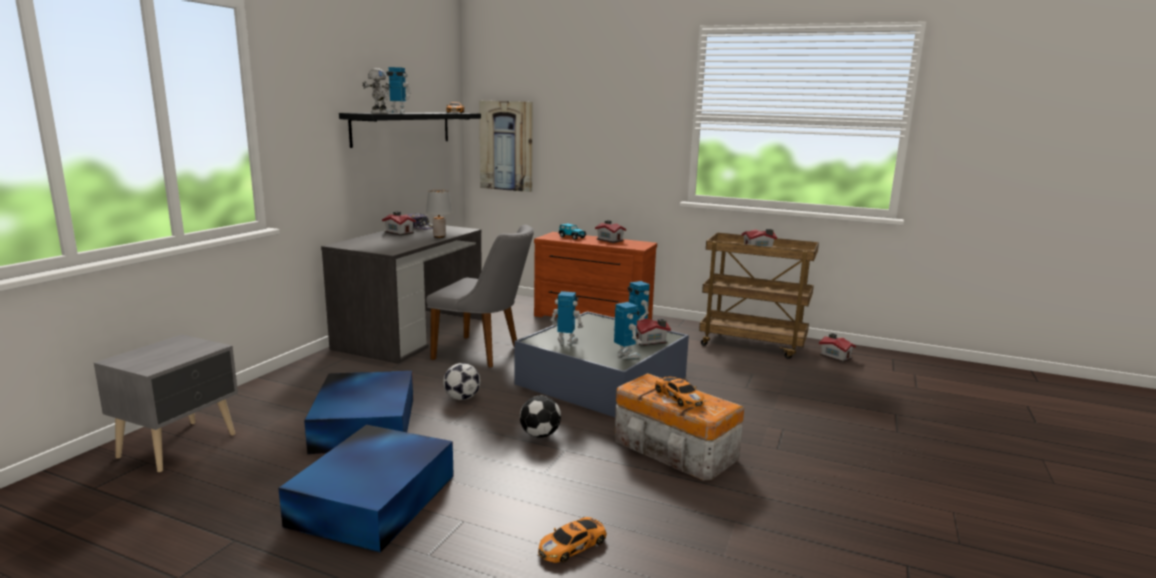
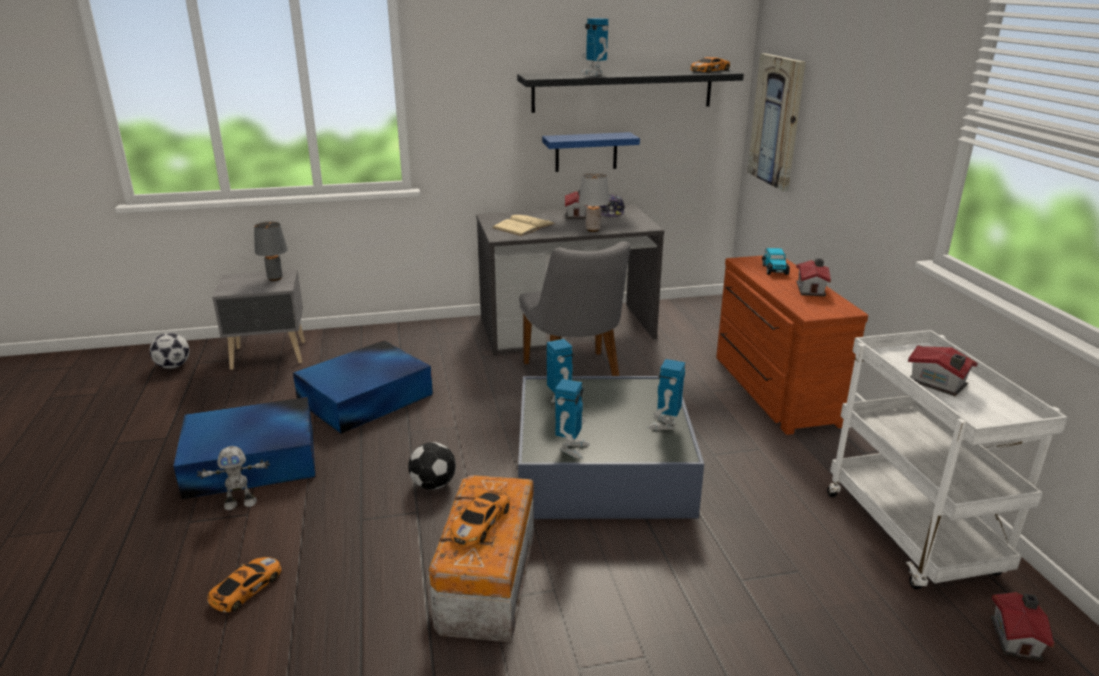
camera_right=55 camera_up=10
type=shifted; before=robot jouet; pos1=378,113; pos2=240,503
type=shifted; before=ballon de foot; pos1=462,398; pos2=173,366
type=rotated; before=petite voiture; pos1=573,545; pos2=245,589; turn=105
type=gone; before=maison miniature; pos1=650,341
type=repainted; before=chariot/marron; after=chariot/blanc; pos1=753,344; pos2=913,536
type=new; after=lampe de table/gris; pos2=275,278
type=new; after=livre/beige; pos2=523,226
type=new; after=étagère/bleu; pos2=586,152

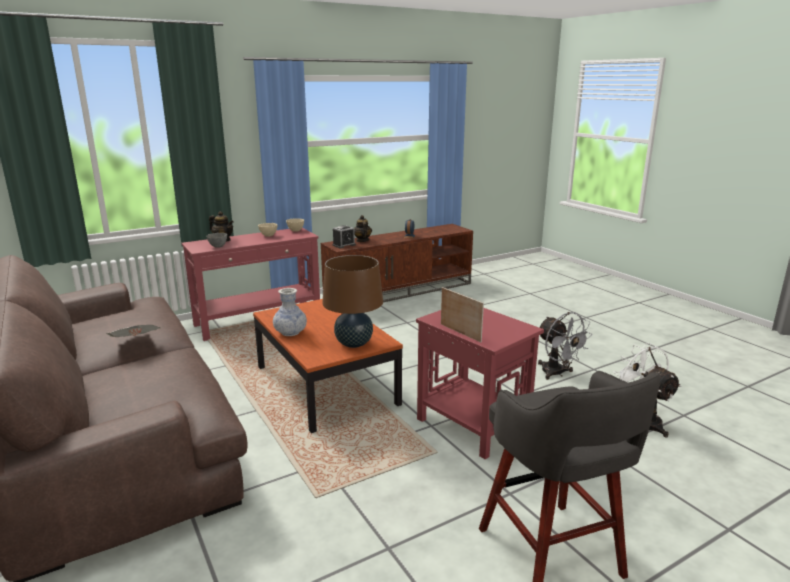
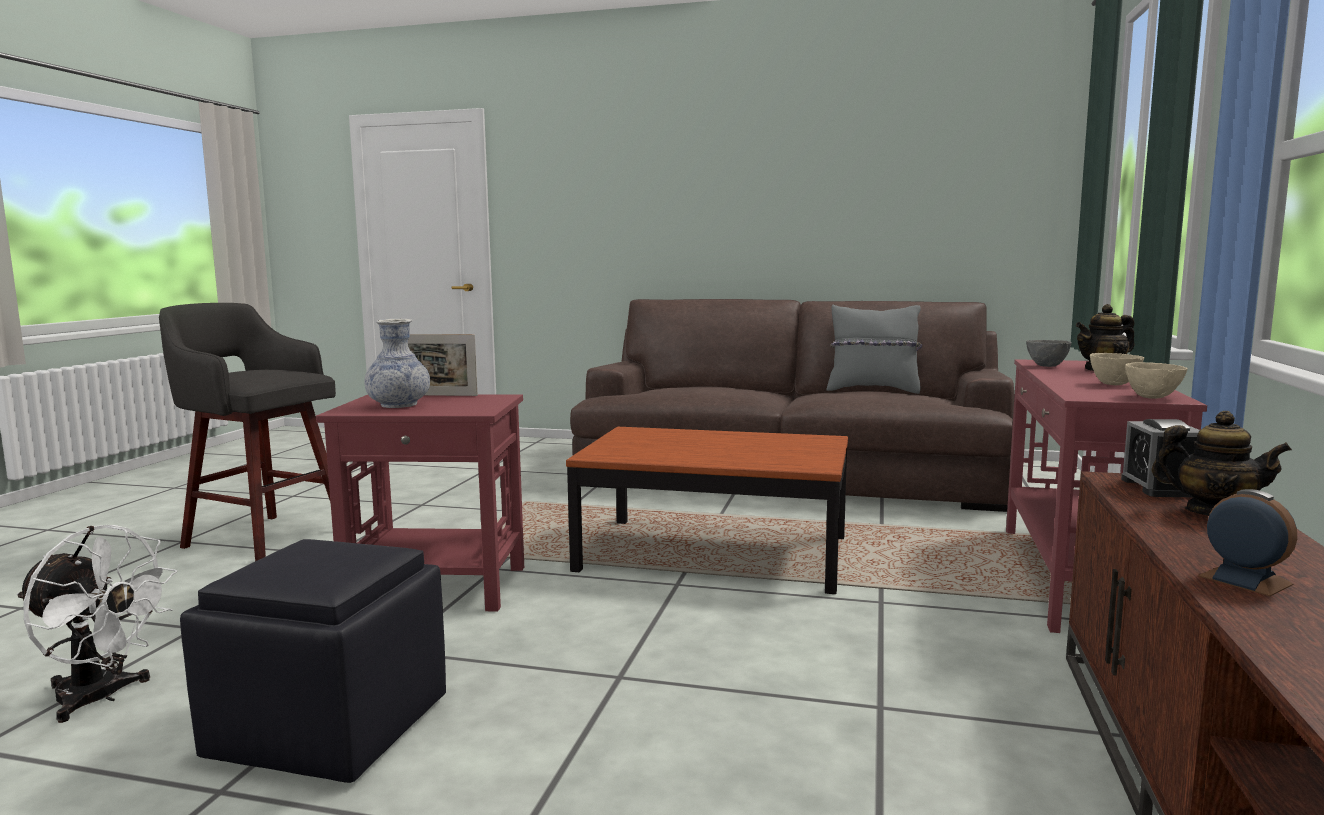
camera_right=135 camera_up=-10
type=gone; before=journal; pos1=136,343
type=shifted; before=vase; pos1=290,332; pos2=399,405
type=gone; before=lampe de table/marron; pos1=354,343
type=swapped; before=ventilateur/gris; after=pouf/noir; pos1=557,373; pos2=330,730
type=new; after=coussin/gris; pos2=873,390

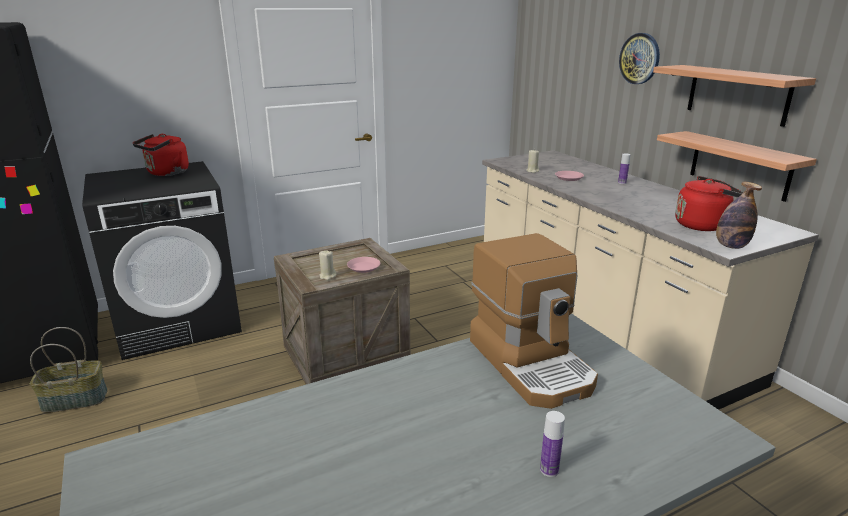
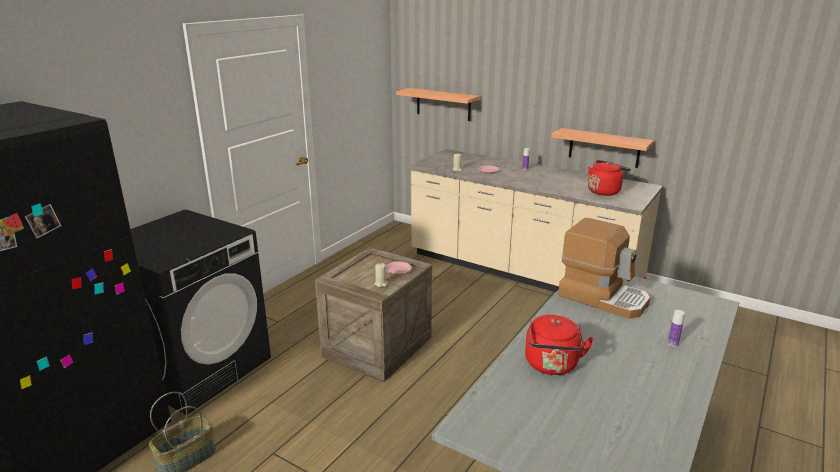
camera_right=-30 camera_up=0
type=shifted; before=bouilloire/rouge; pos1=166,173; pos2=552,366
type=gone; before=horloge murale; pos1=639,58
type=shifted; before=étagère; pos1=737,94; pos2=443,104
type=gone; before=bouteille; pos1=731,246

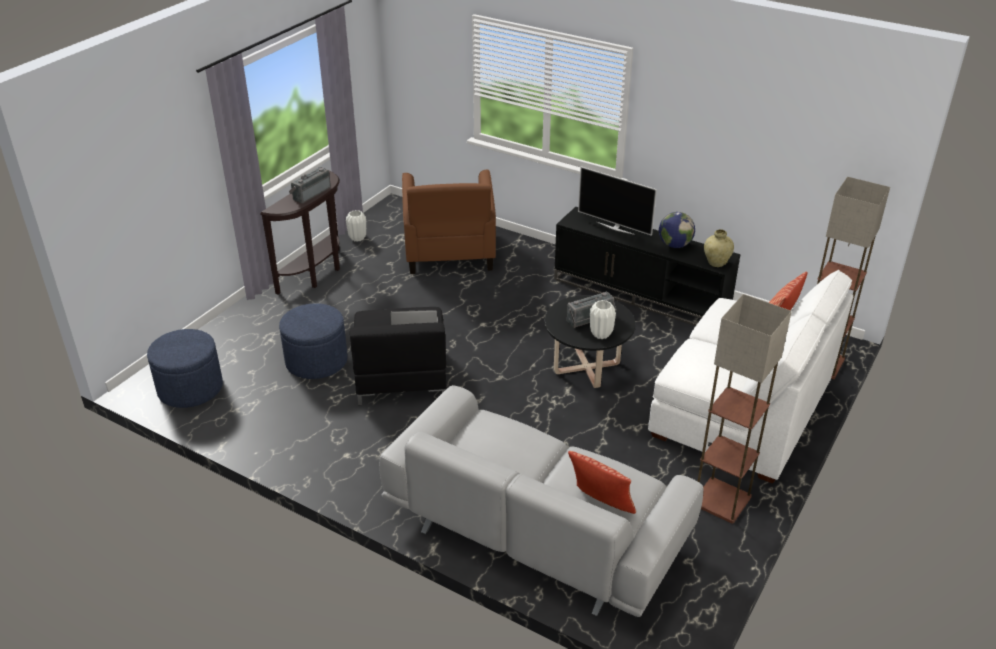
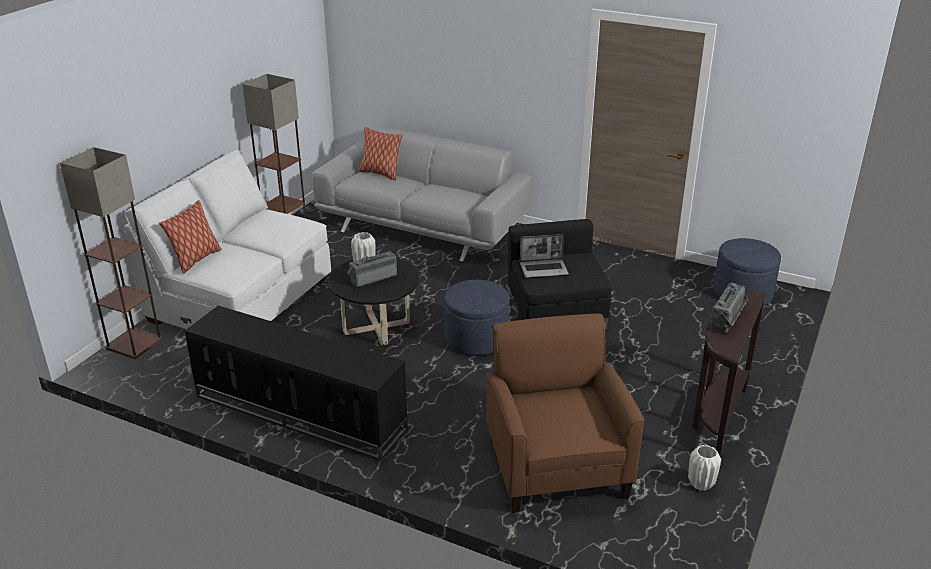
camera_right=175 camera_up=-5
type=shifted; before=pouf/bleu; pos1=316,361; pos2=476,338
type=gone; before=téléviseur; pos1=615,228
type=gone; before=globe; pos1=675,245
type=gone; before=vase/beige; pos1=716,263

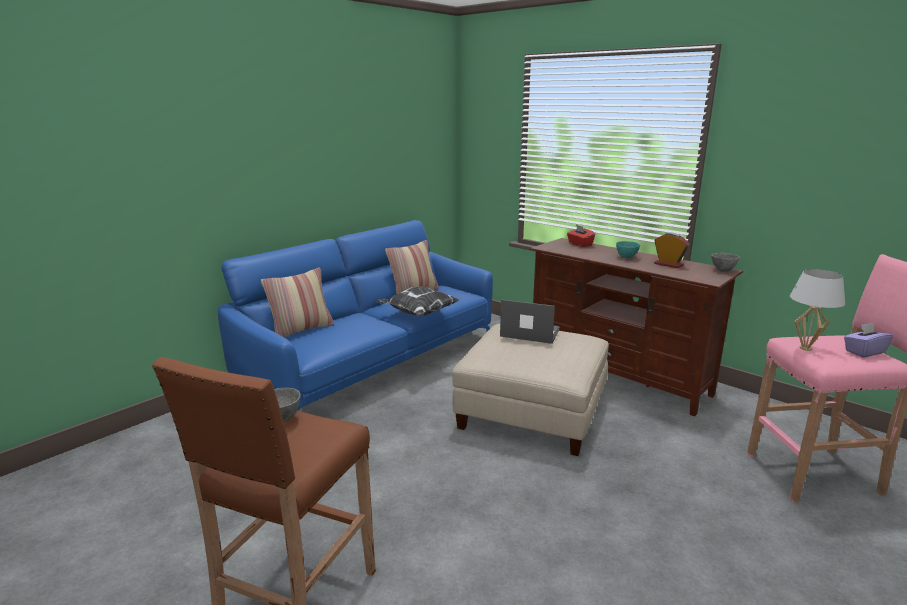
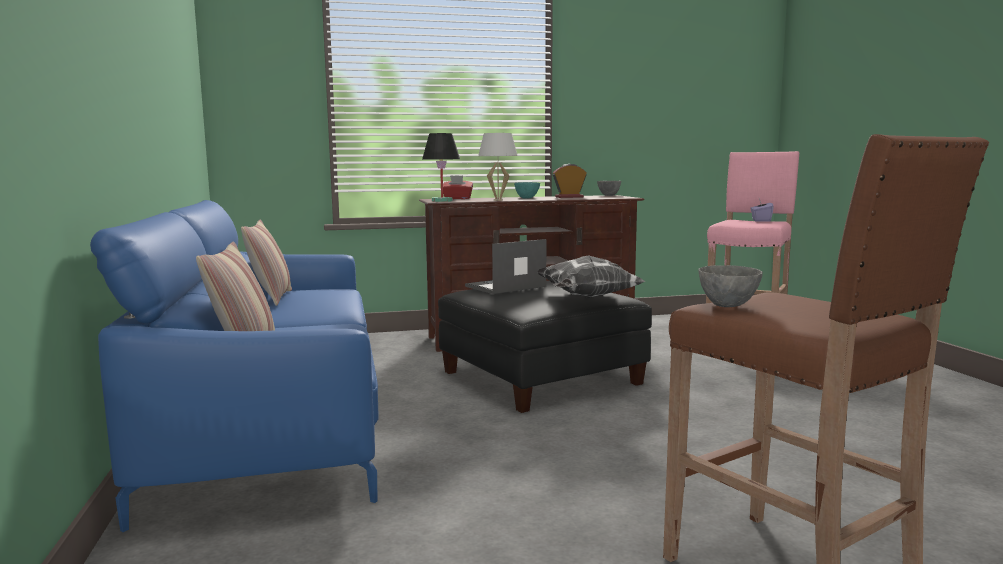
camera_right=-55 camera_up=-10
type=shifted; before=coussin; pos1=418,314; pos2=587,298
type=repainted; before=pouf/beige; after=pouf/noir; pos1=532,412; pos2=541,378
type=shifted; before=lampe de table/blanc; pos1=806,348; pos2=498,200
type=new; after=lampe de table/noir; pos2=441,201

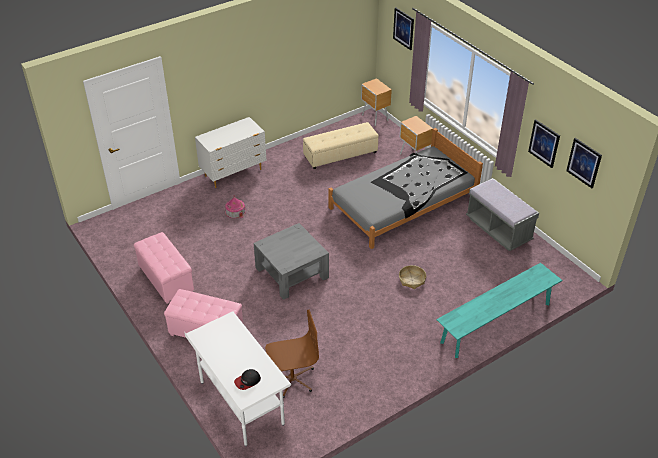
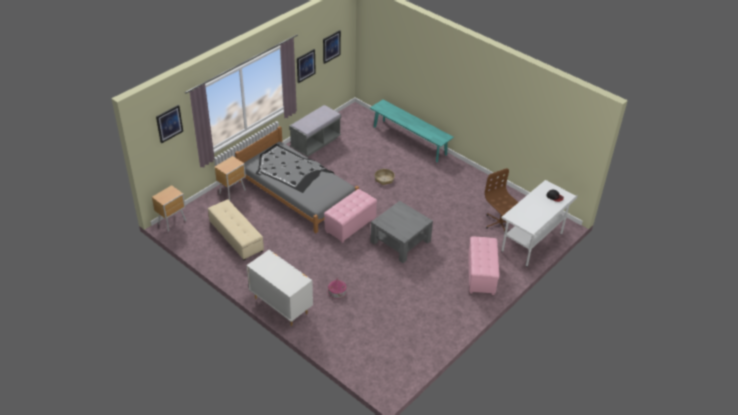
camera_right=-105 camera_up=0
type=shifted; before=pouf/rose; pos1=167,280; pos2=350,225

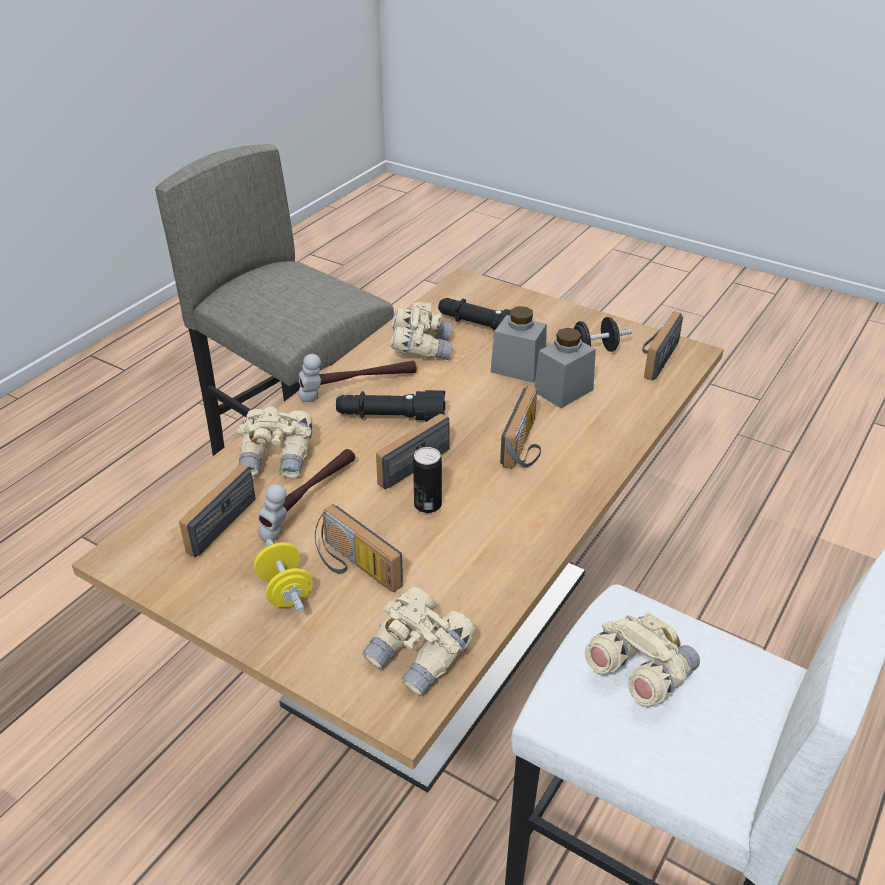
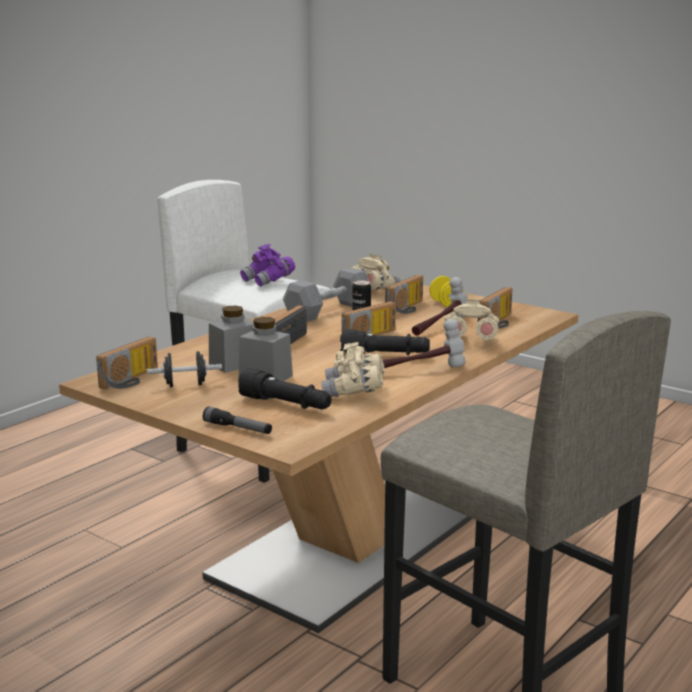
camera_right=-175 camera_up=-20
type=rotated; before=radio; pos1=353,567; pos2=408,308; turn=75
type=repainted; before=jumelles/beige; after=jumelles/violet; pos1=638,673; pos2=268,281
type=new; after=lampe de poche; pos2=238,428
type=new; after=haltère/gris; pos2=328,311

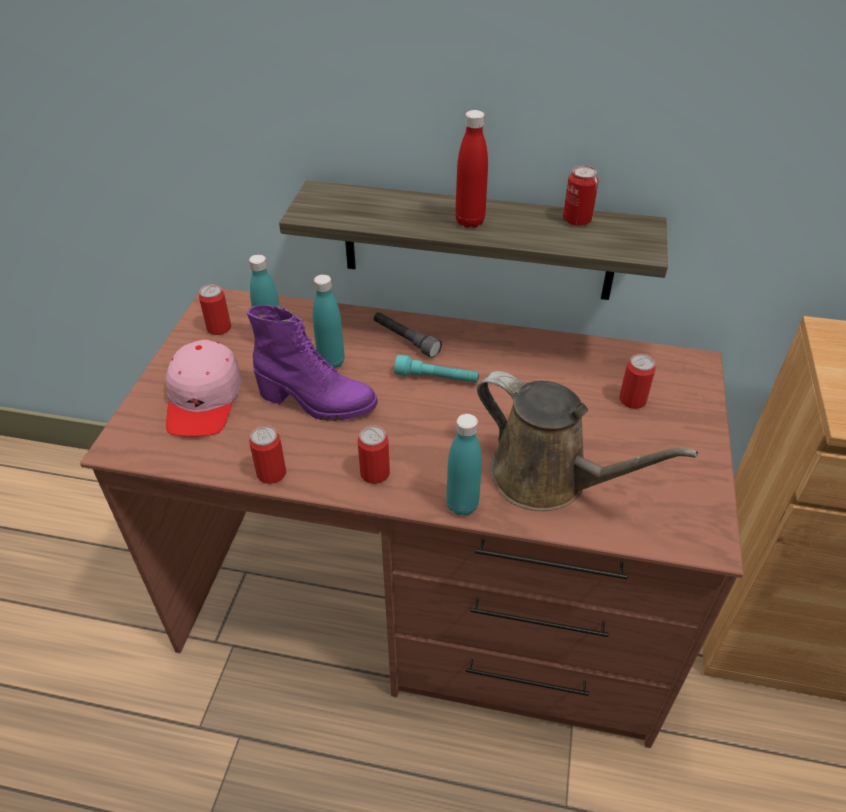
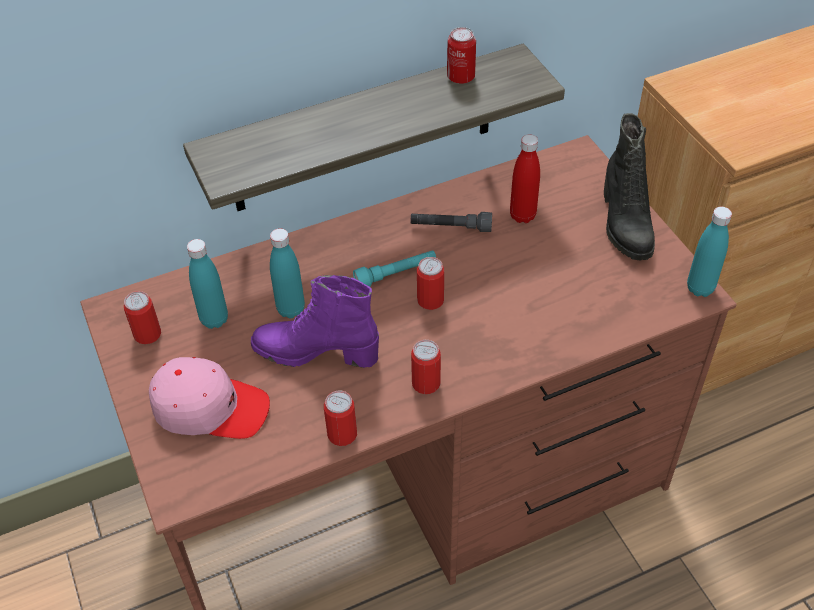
camera_right=-35 camera_up=5
type=rotated; before=casquette/rose; pos1=204,399; pos2=210,407; turn=-45
type=rotated; before=botte/violet; pos1=316,403; pos2=316,352; turn=-150
type=shifted; before=lampe de poche/gris; pos1=405,340; pos2=451,227
type=shifted; before=bouteille/turquoise; pos1=462,505; pos2=700,288
type=shifted; before=bouteille/rouge; pos1=470,221; pos2=522,216
type=gone; before=arrosoir/marron; pos1=547,478
type=shifted; before=boîte métallique; pos1=632,400; pos2=430,300
type=new; after=botte/noir; pos2=624,224

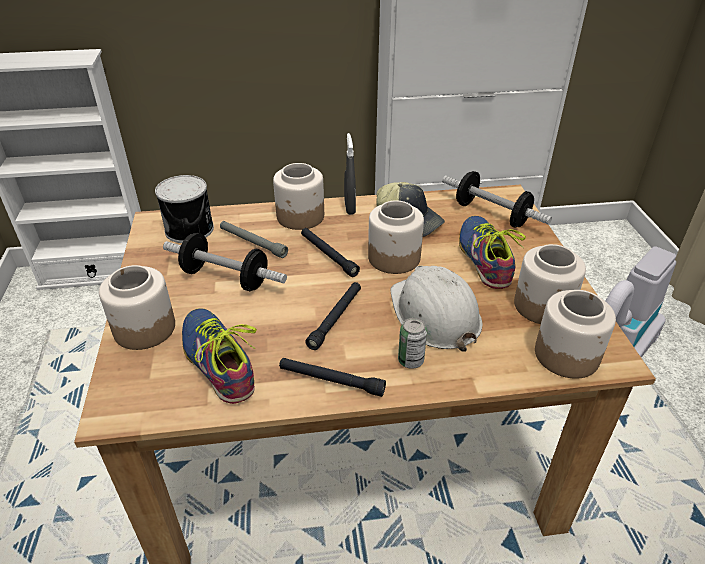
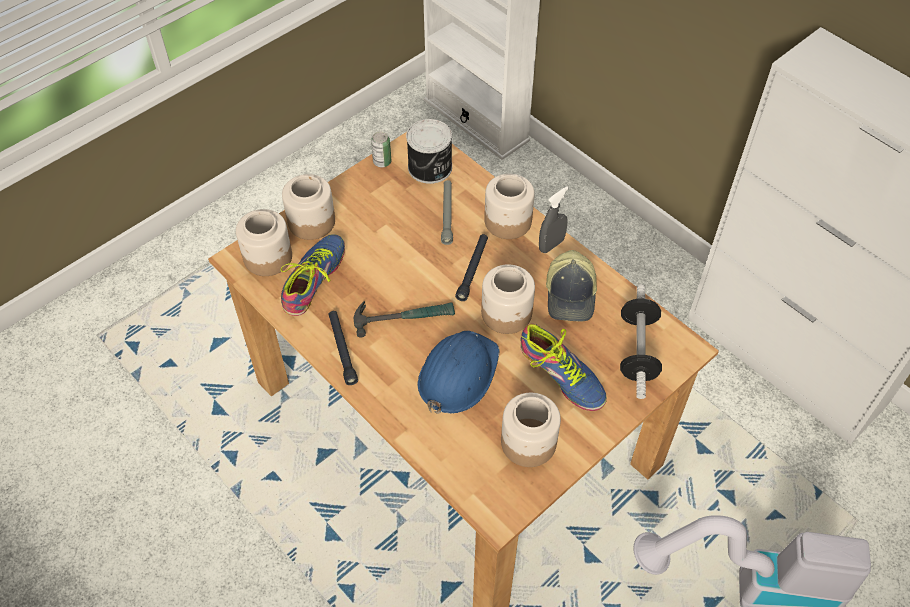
camera_right=55 camera_up=15
type=gone; before=haltère; pos1=226,278
type=swapped; before=lampe de poche/noir; after=marteau; pos1=335,318; pos2=404,317
type=repainted; before=casque de chantier/blanc; after=casque de chantier/bleu; pos1=434,314; pos2=457,374
type=shifted; before=boîte métallique; pos1=410,361; pos2=382,162
type=rotated; before=chaussure; pos1=484,258; pos2=562,374; turn=90
type=shifted; before=bocal; pos1=567,354; pos2=268,257

